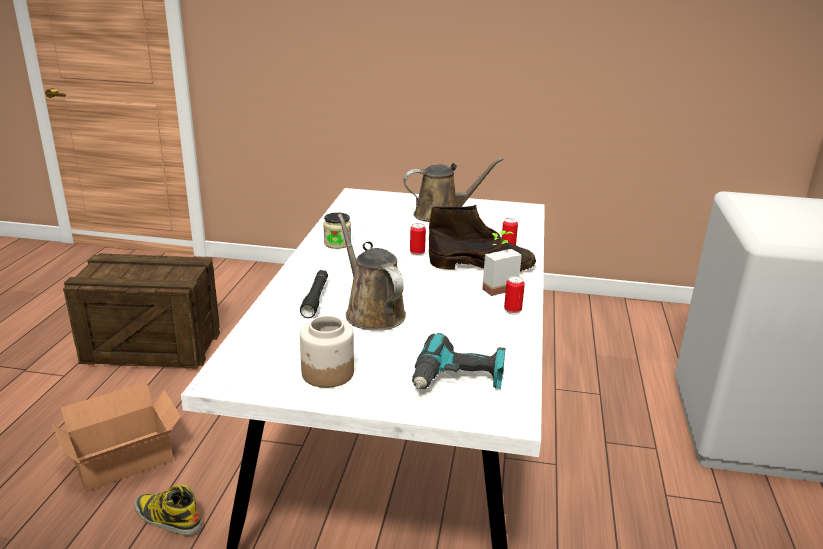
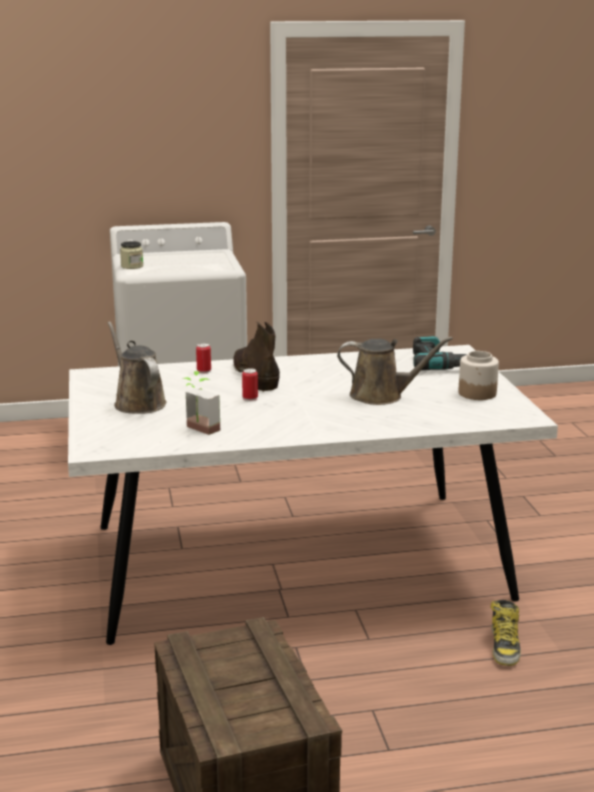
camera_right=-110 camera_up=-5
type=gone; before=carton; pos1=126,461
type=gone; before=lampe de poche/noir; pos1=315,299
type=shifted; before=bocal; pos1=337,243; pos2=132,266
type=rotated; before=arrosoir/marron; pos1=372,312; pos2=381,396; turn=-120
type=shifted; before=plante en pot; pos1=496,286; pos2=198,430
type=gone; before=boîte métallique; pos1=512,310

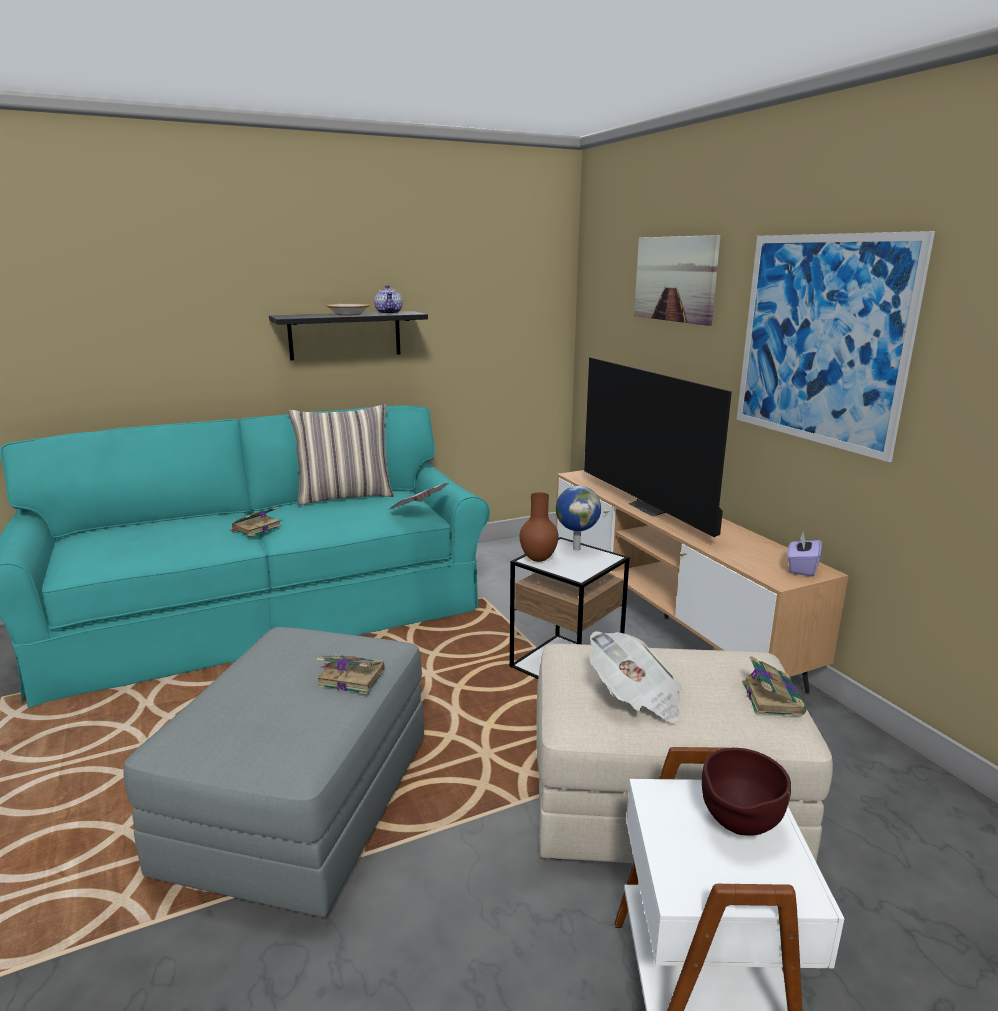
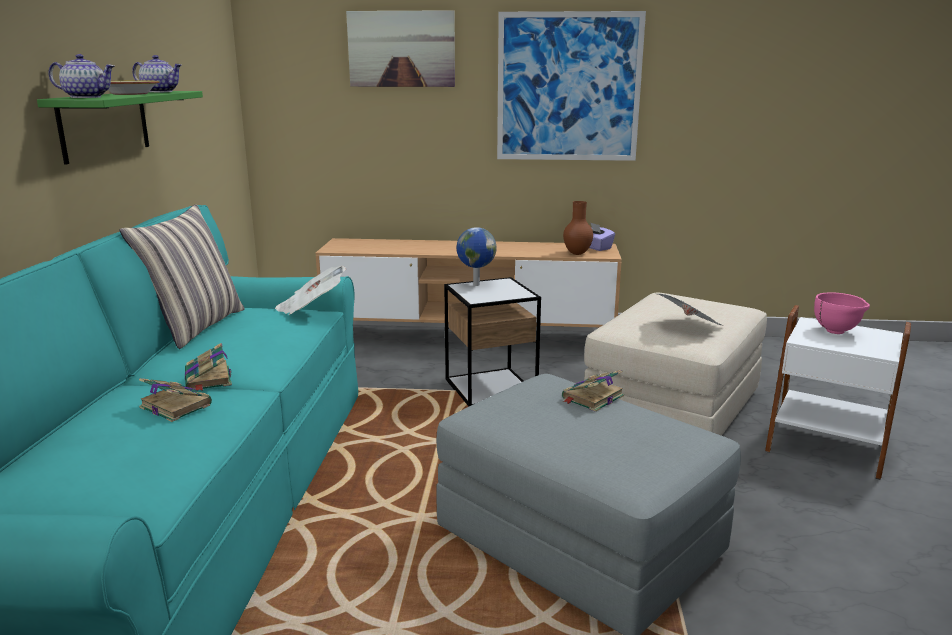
camera_right=-60 camera_up=0
type=repainted; before=étagère/noir; after=étagère/vert; pos1=345,335; pos2=105,124
type=shifted; before=vase/marron; pos1=537,560; pos2=577,254
type=gone; before=téléviseur; pos1=652,508
type=repainted; before=bol/marron; after=bol/rose; pos1=737,828; pos2=837,332
type=shifted; before=livre; pos1=771,697; pos2=174,406
type=new; after=théière; pos2=87,97

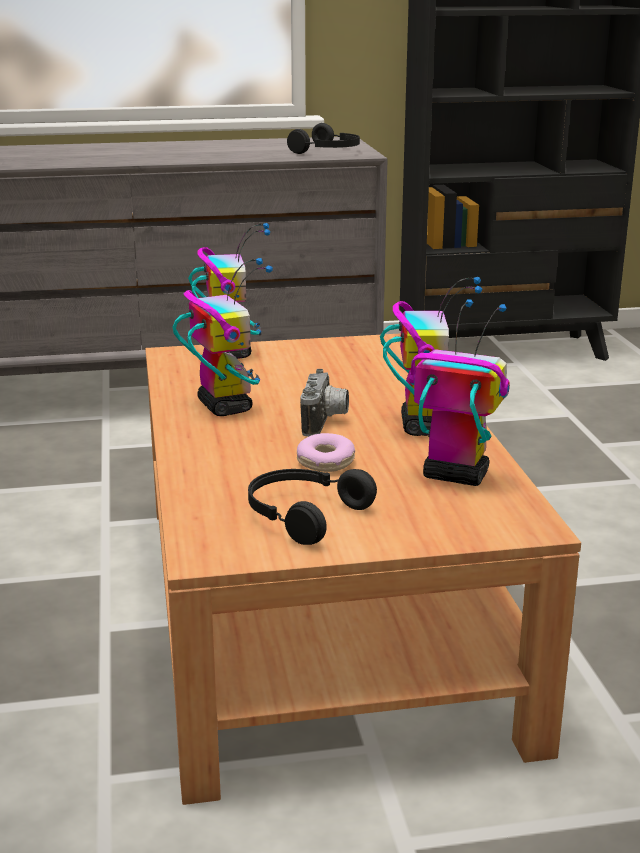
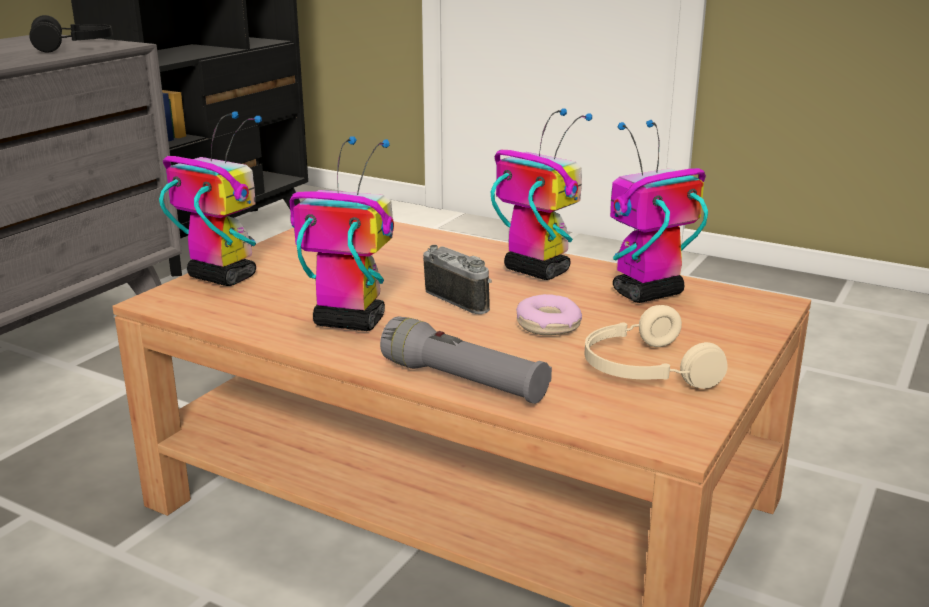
camera_right=-50 camera_up=0
type=repainted; before=casque audio/noir; after=casque audio/beige; pos1=302,515; pos2=644,369
type=new; after=lampe de poche/gris; pos2=463,381

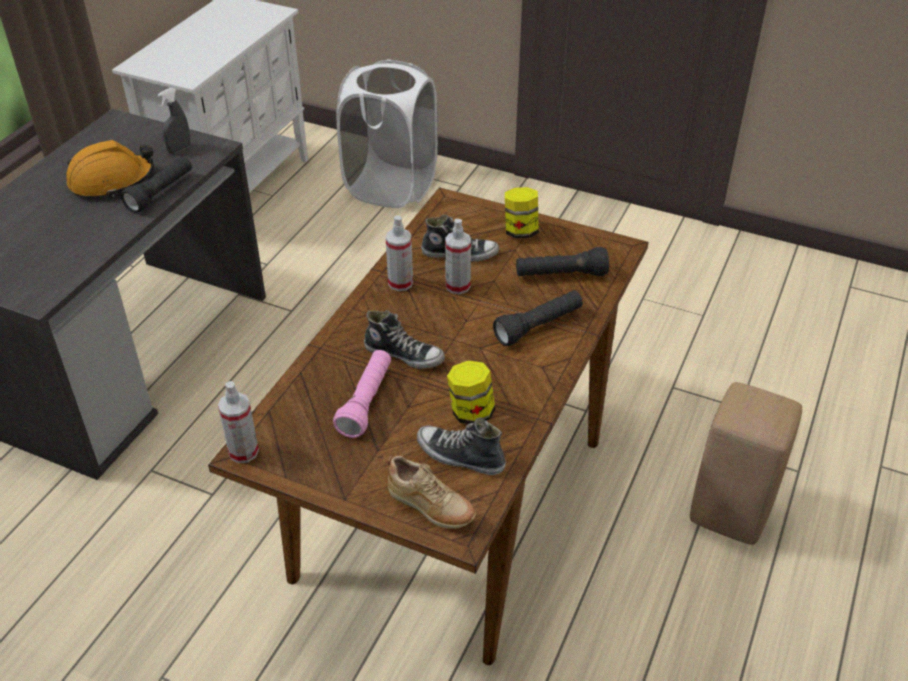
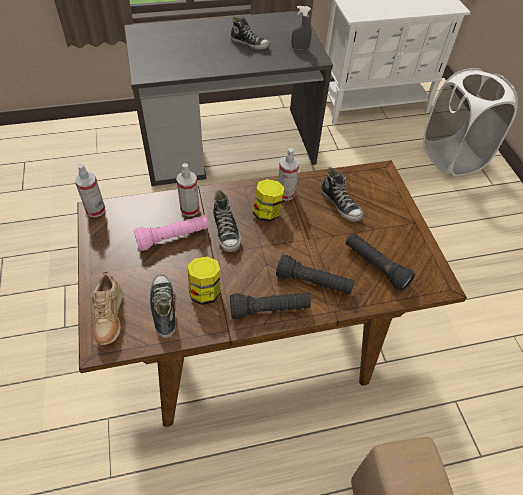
camera_right=50 camera_up=10
type=swapped; before=casque de chantier/orange; after=chaussure; pos1=112,181; pos2=250,44
type=shifted; before=lampe de poche/noir; pos1=161,193; pos2=269,310
type=shifted; before=vaporisateur; pos1=457,286; pos2=190,209
type=shifted; before=bocal; pos1=520,231; pos2=267,213

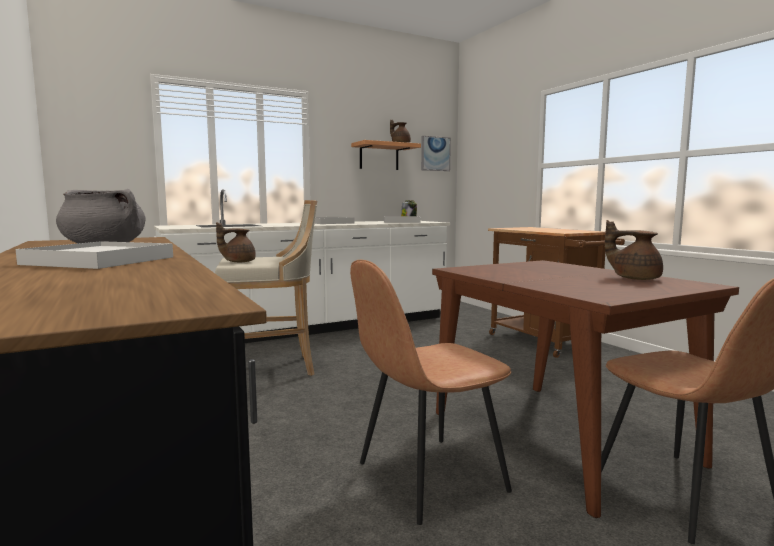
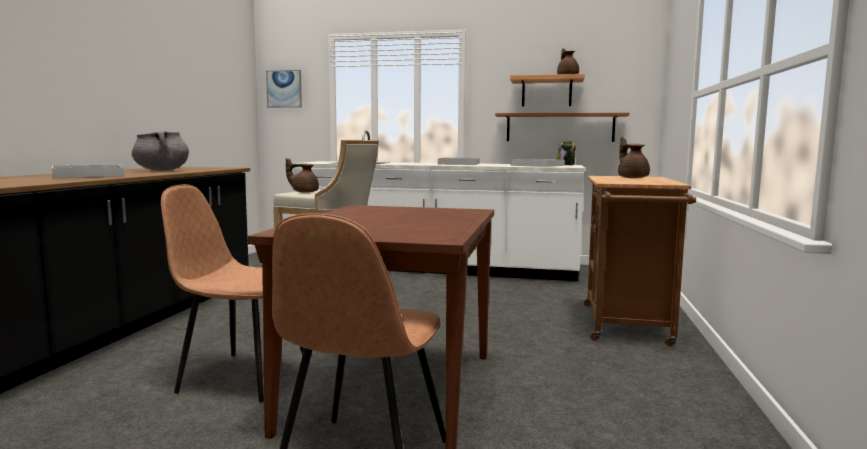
camera_right=40 camera_up=0
type=shifted; before=tableau; pos1=435,153; pos2=284,89
type=shifted; before=théière/marron; pos1=634,278; pos2=632,178
type=new; after=étagère; pos2=560,127

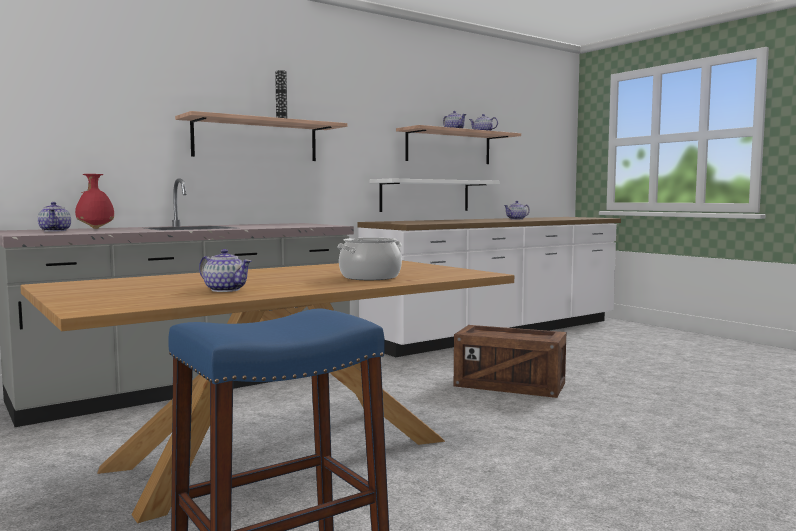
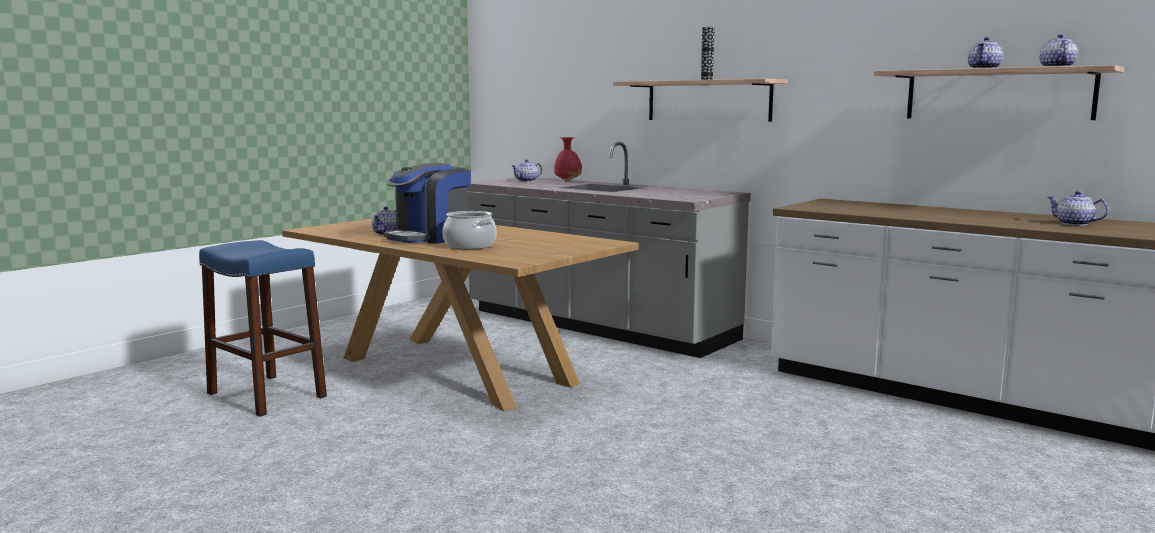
camera_right=75 camera_up=5
type=gone; before=étagère/blanc; pos1=425,195
type=gone; before=caisse; pos1=509,385
type=new; after=machine à café; pos2=430,238

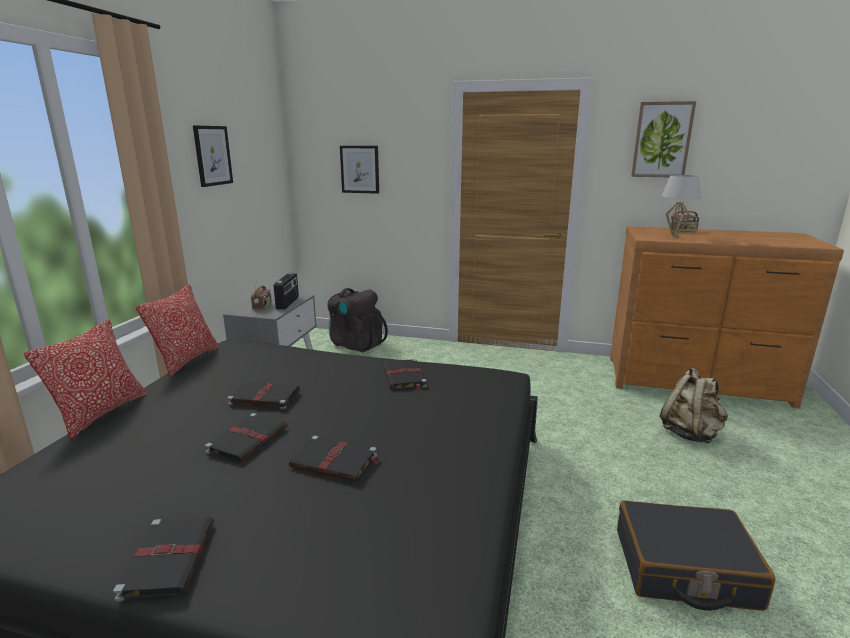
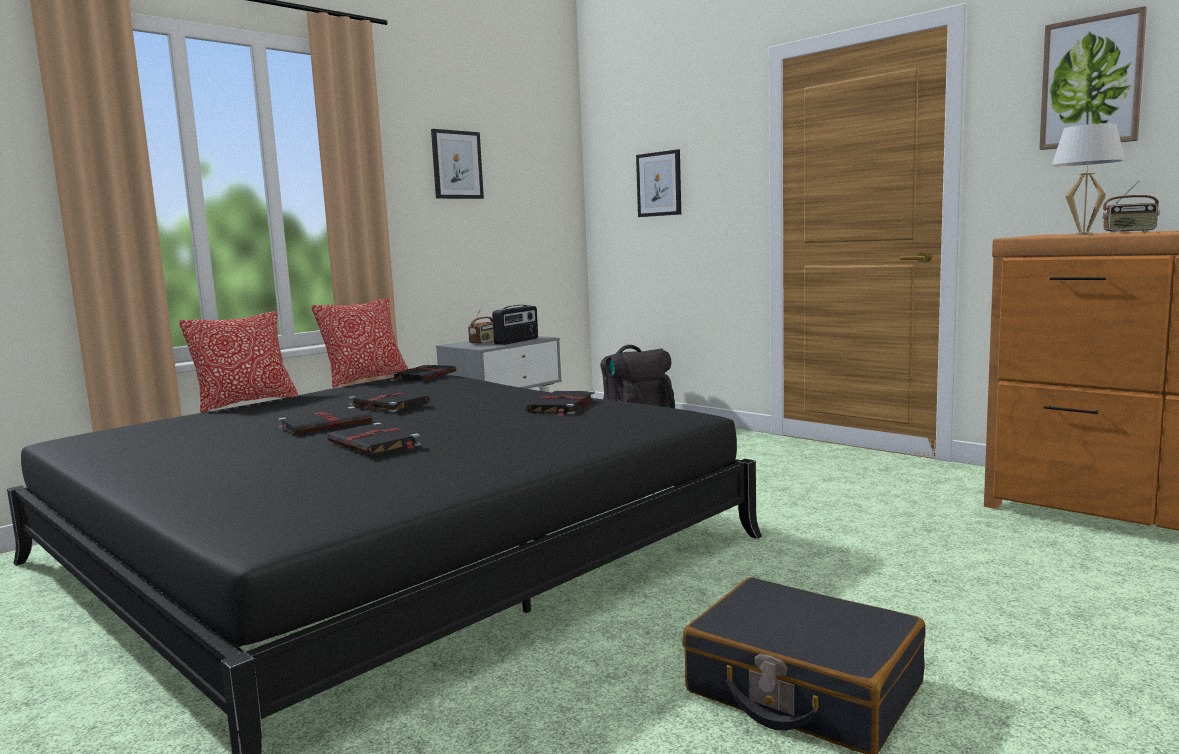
camera_right=30 camera_up=-10
type=shifted; before=livre/noir; pos1=169,558; pos2=424,376
type=gone; before=sac à dos/beige; pos1=690,433

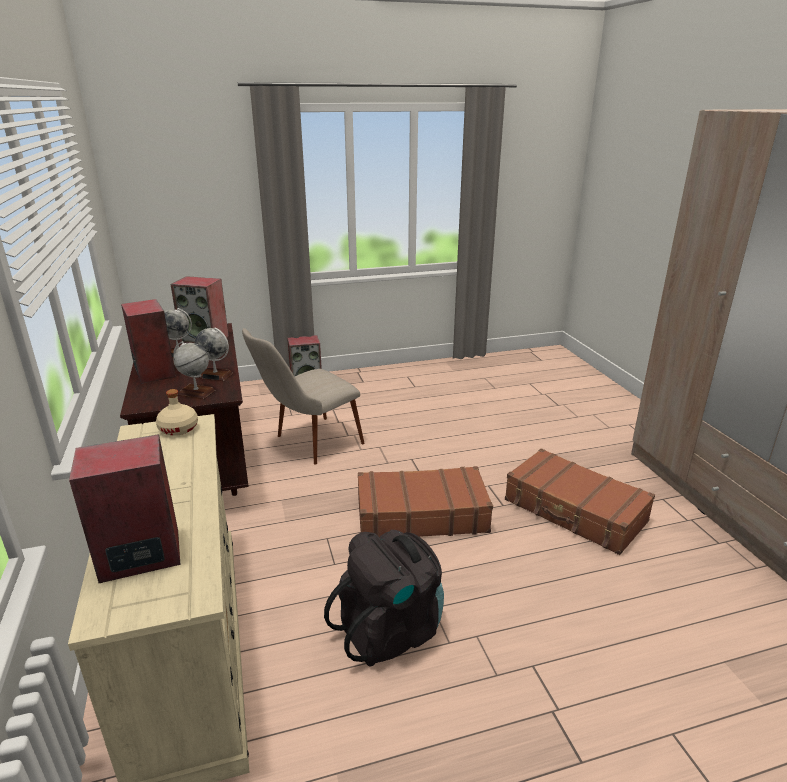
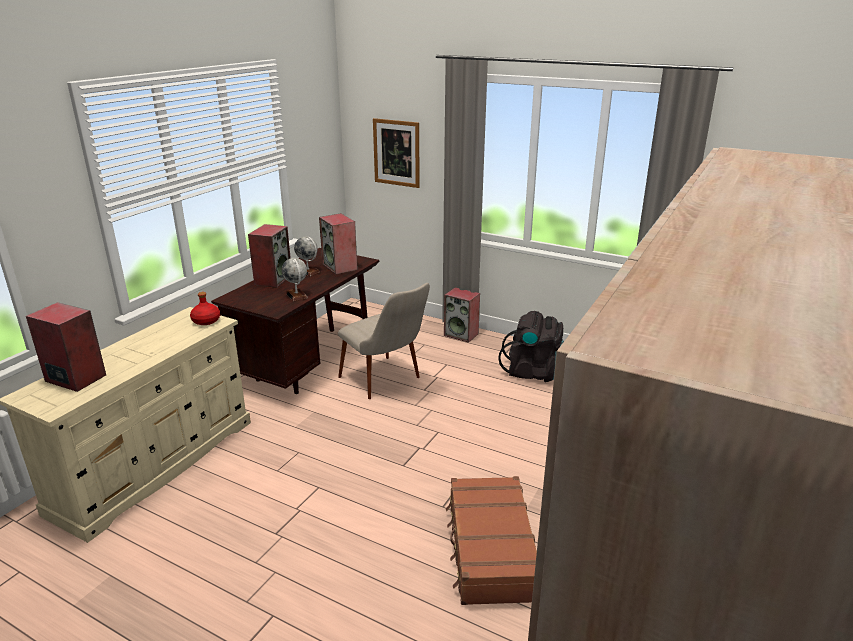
camera_right=45 camera_up=0
type=repainted; before=bouteille/beige; after=bouteille/rouge; pos1=179,428; pos2=206,321
type=gone; before=globe; pos1=196,392
type=rotated; before=chaise/beige; pos1=307,445; pos2=387,382; turn=-135
type=shifted; before=sac à dos/noir; pos1=390,630; pos2=534,372
type=gone; before=valise/marron; pos1=421,514
type=new; after=tableau; pos2=396,153

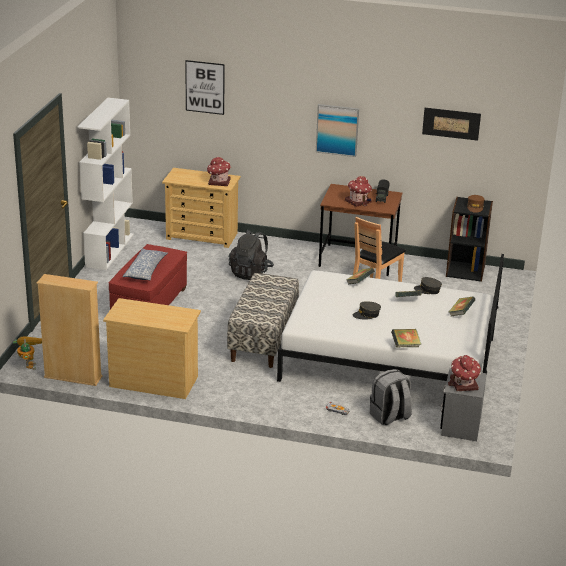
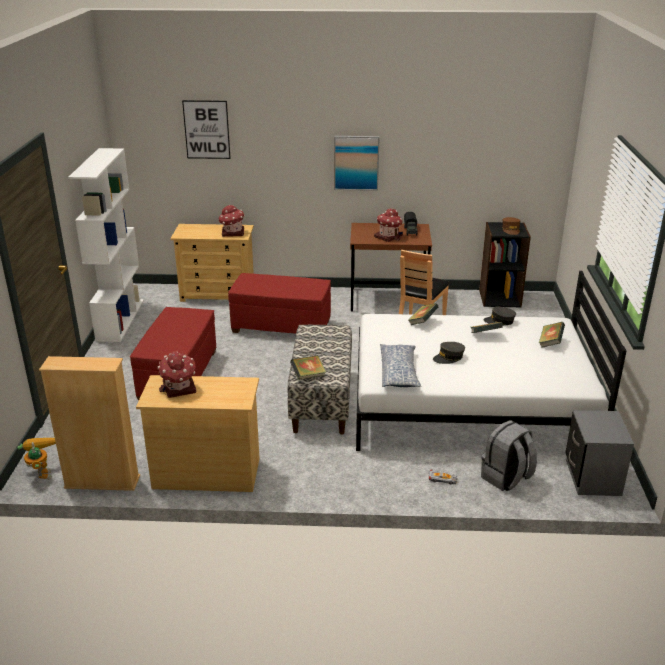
camera_right=-10 camera_up=0
type=shifted; before=coussin; pos1=146,270; pos2=399,372
type=swapped; before=sac à dos/noir; after=pouf/rouge; pos1=250,273; pos2=281,326
type=shifted; before=livre; pos1=405,345; pos2=308,376
type=gone; before=tableau; pos1=451,123
type=shifted; before=maison miniature; pos1=464,384; pos2=179,388

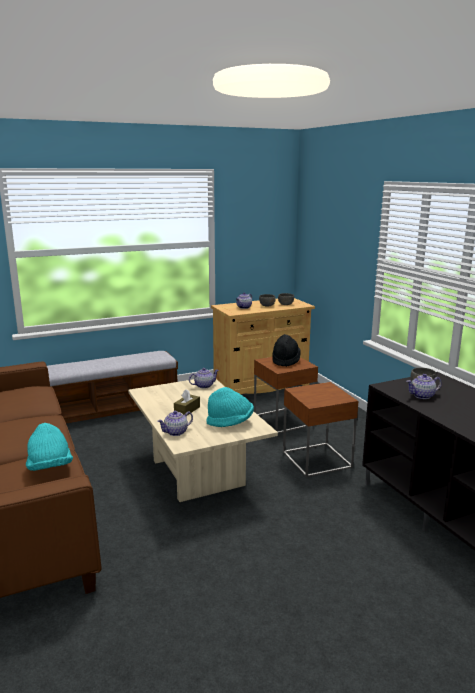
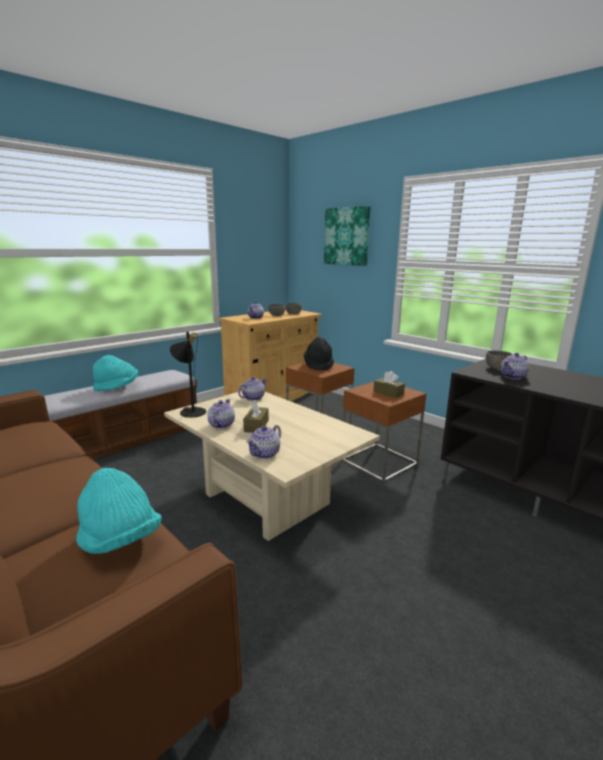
camera_right=-20 camera_up=0
type=shifted; before=chapeau/turquoise; pos1=230,422; pos2=117,387
type=new; after=lampe de table/noir; pos2=190,411
type=new; after=théière; pos2=221,425
type=new; after=tableau; pos2=347,236
type=new; after=boîte à mouchoirs/marron; pos2=388,393

